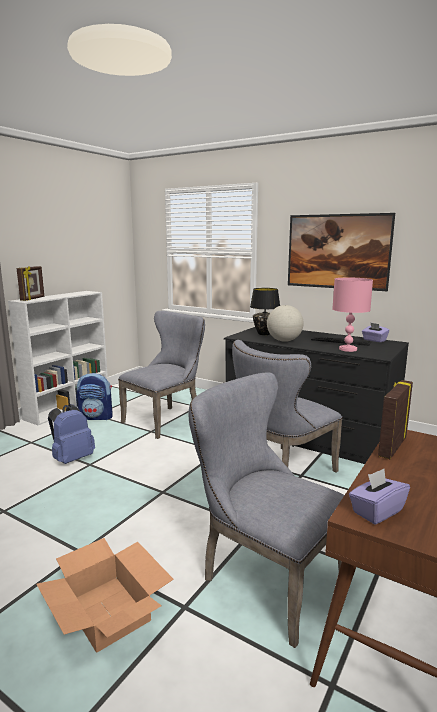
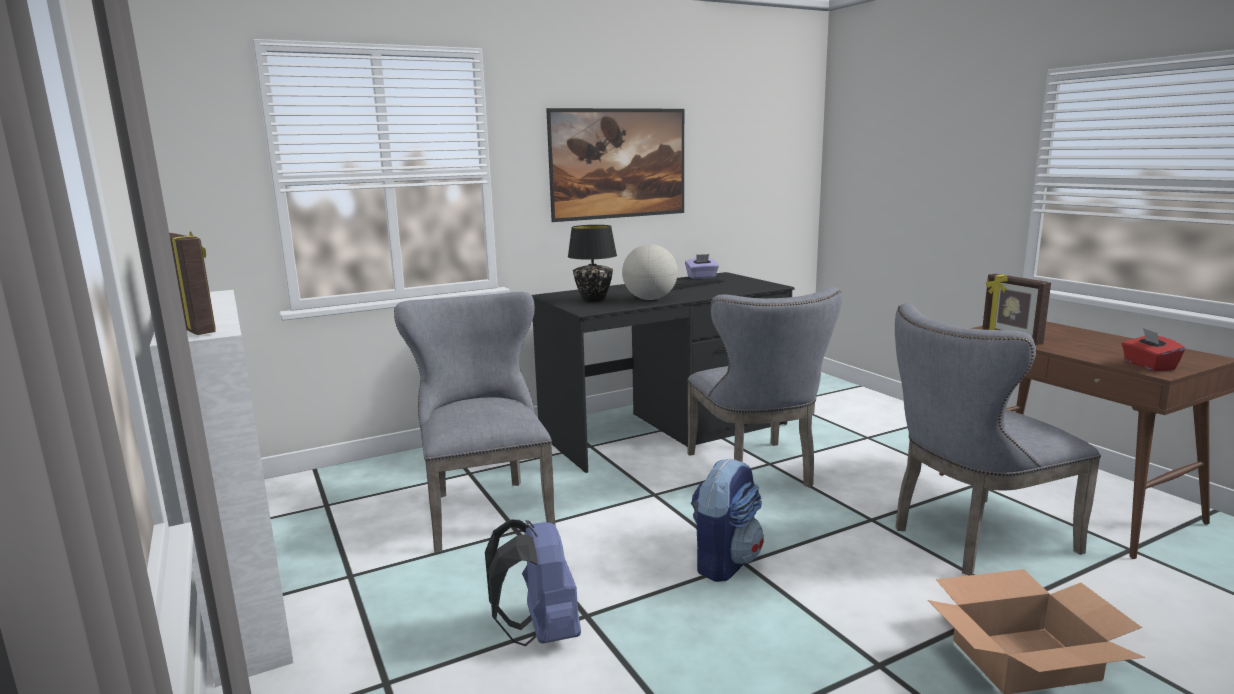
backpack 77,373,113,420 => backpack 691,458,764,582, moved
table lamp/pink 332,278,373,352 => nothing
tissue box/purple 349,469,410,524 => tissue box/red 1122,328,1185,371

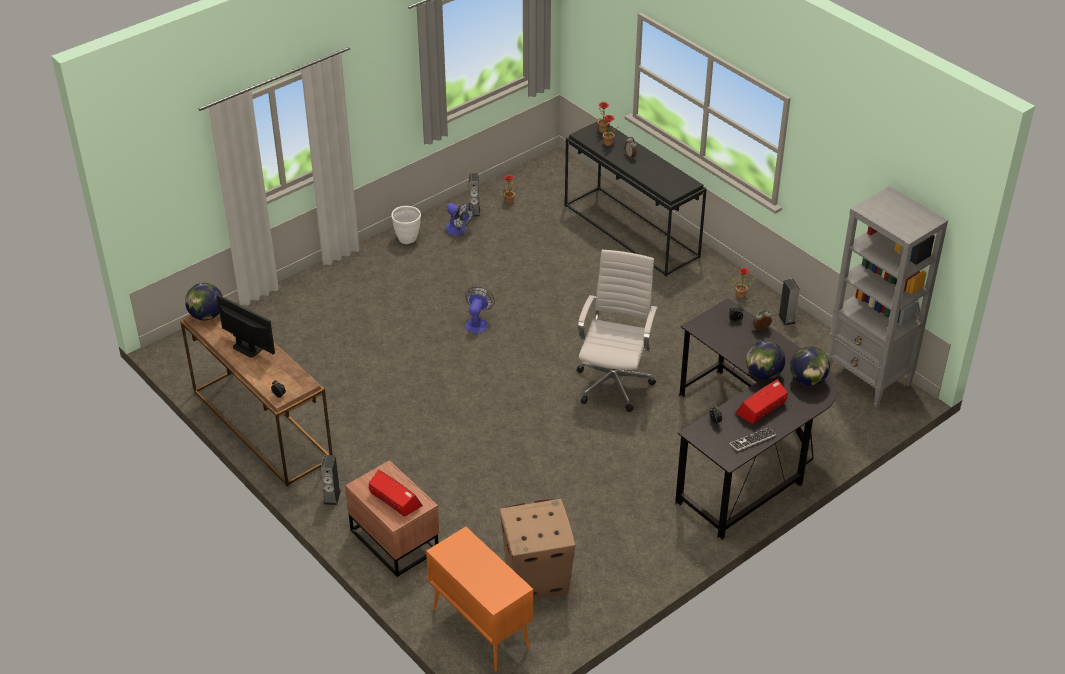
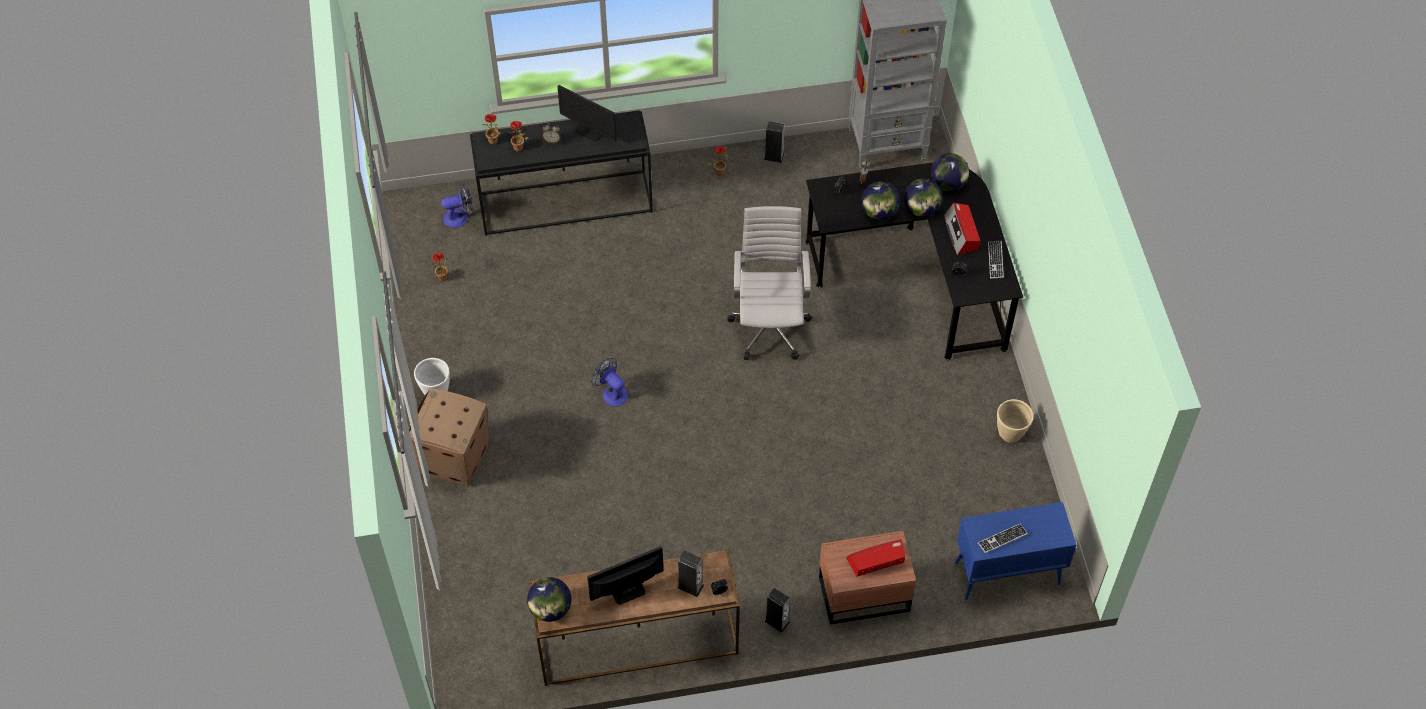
cabinet/orange 426,527,533,672 => cabinet/blue 955,502,1076,600
fan 445,203,474,235 => fan 441,184,473,228, moved
speaker 468,173,480,217 => speaker 677,551,704,597, moved
cardboard box 500,499,575,599 => cardboard box 409,388,488,487, moved
office chair/white 577,250,658,412 => office chair/white 727,206,812,360, 45 degrees clockwise
nothing => monitor 557,85,617,142
nothing => globe 862,181,900,220
nothing => keyboard 978,524,1028,553
nothing => planter/beige 997,399,1034,443

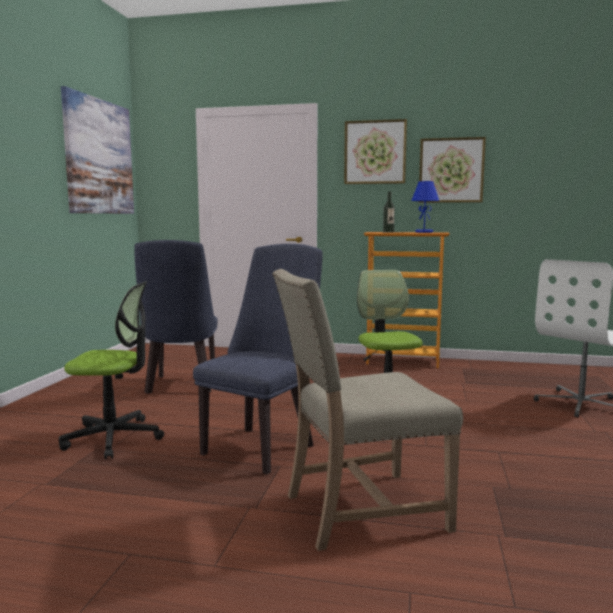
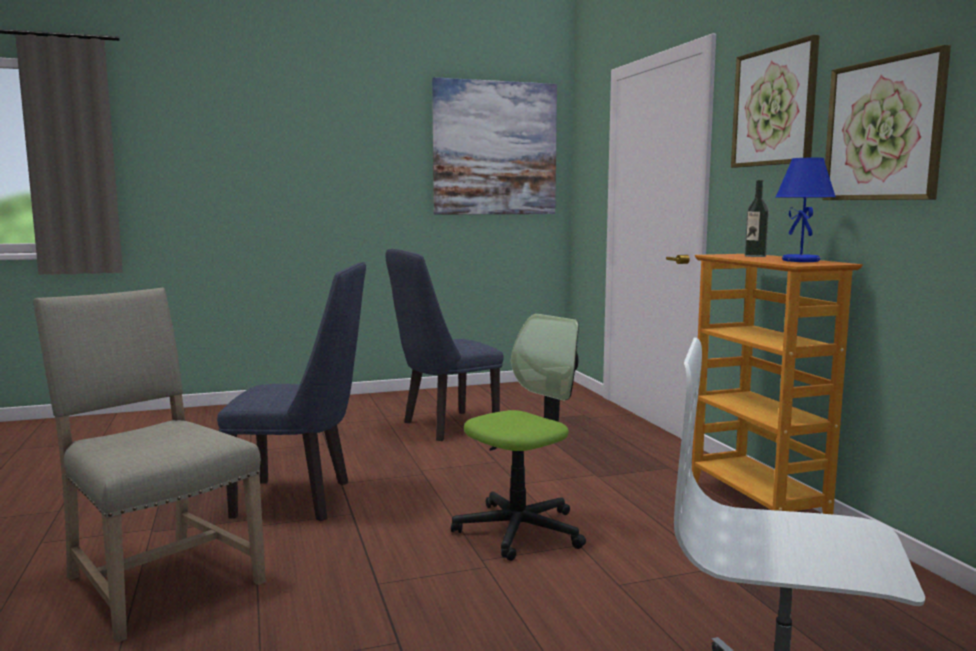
office chair 59,281,164,459 => nothing

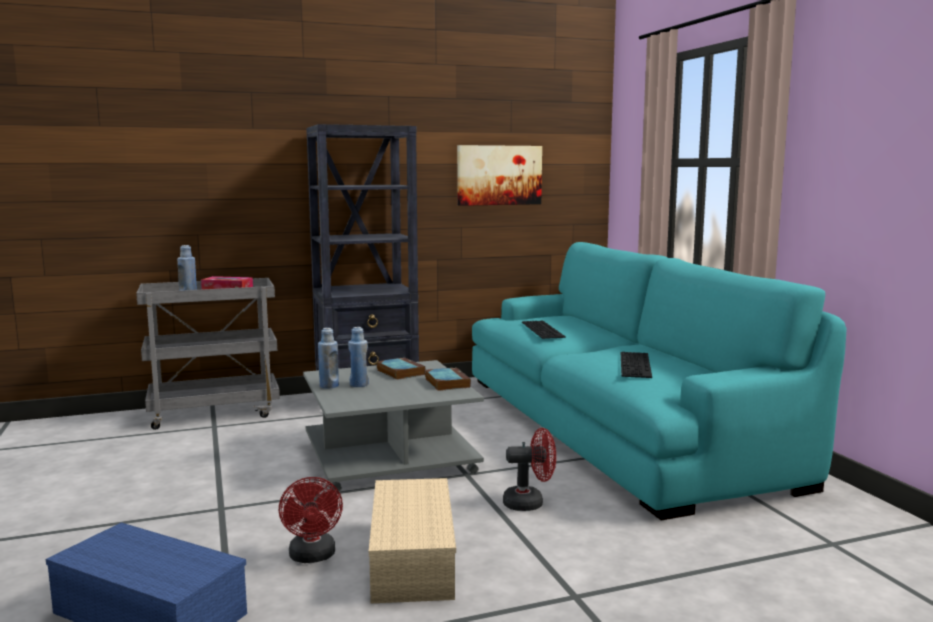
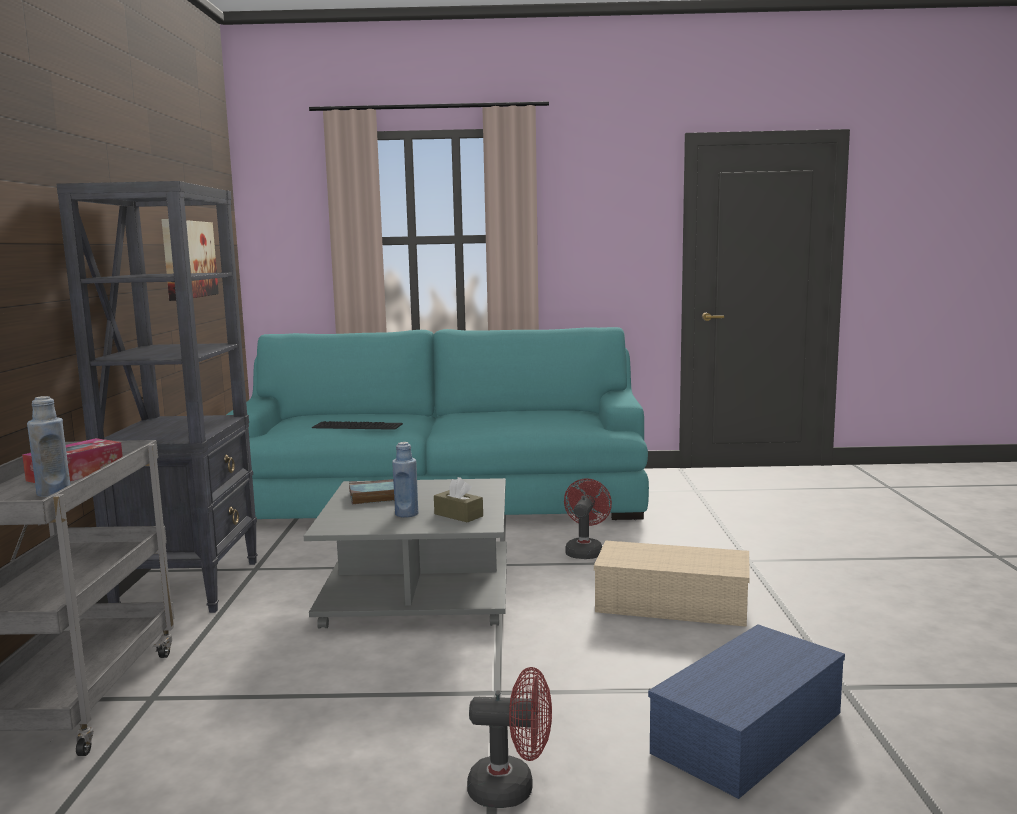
fan/red 279,477,343,563 => fan/red 467,667,552,808, moved
bottle/blue 318,328,339,389 => nothing
book 425,367,471,391 => nothing
keyboard 621,352,652,378 => nothing
nothing => tissue box/brown 434,477,483,522

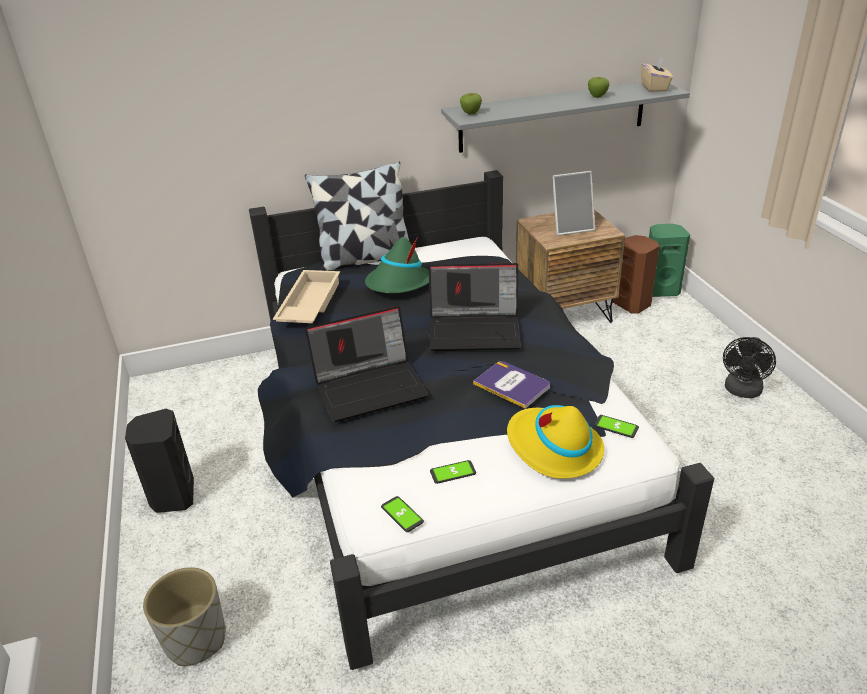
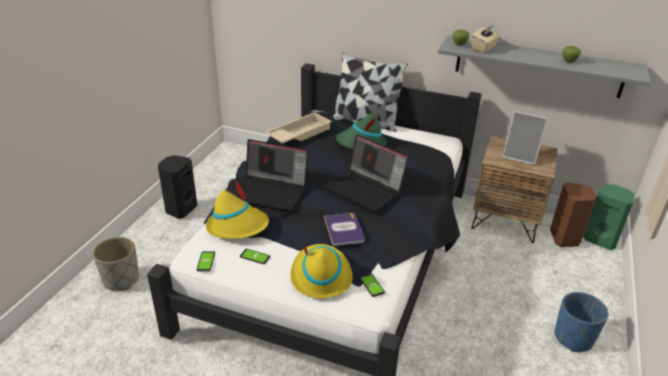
tissue box/beige 641,57,673,92 => tissue box/beige 471,25,500,53, moved
fan/black 723,337,776,398 => planter/blue 554,292,609,352
nothing => hat/yellow 206,179,269,239

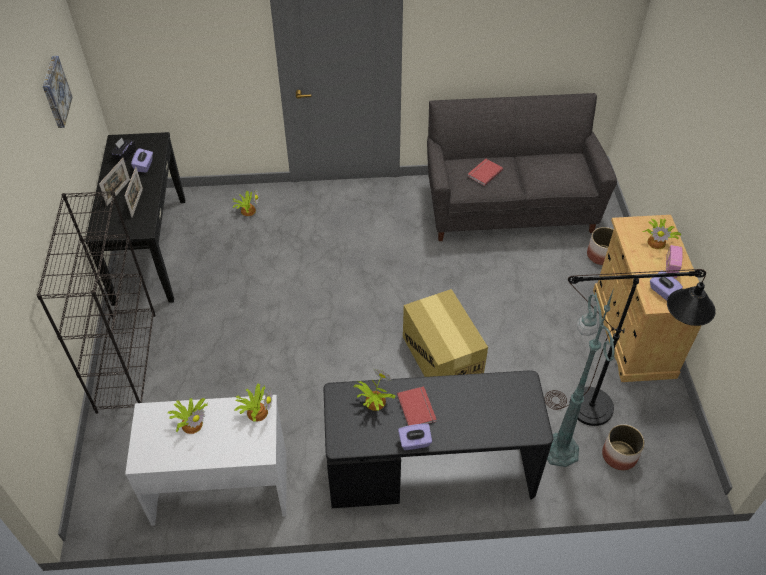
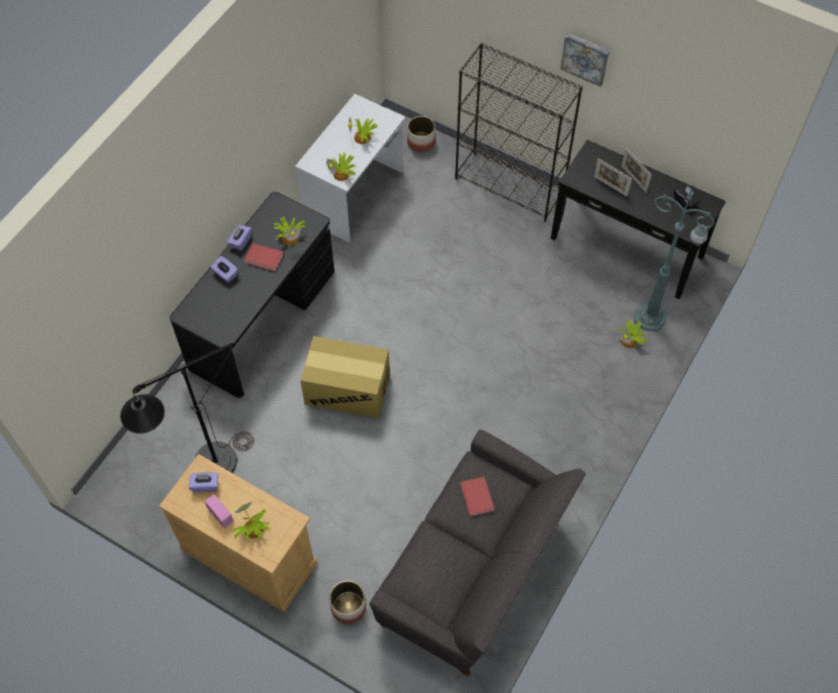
picture 43,56,73,128 => picture 560,33,609,87, moved
tissue box/purple 131,148,153,173 => tissue box/purple 211,256,238,283, moved
floor lamp/green 547,288,615,467 => floor lamp/green 634,183,715,332, moved
planter 602,424,645,470 => planter 407,116,435,153, moved

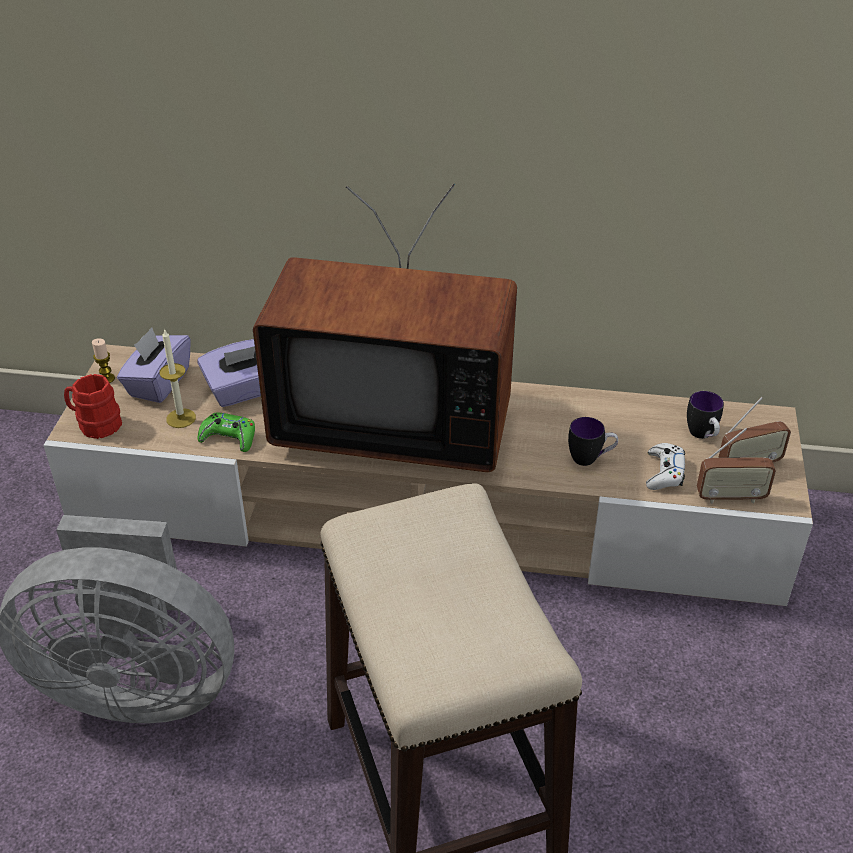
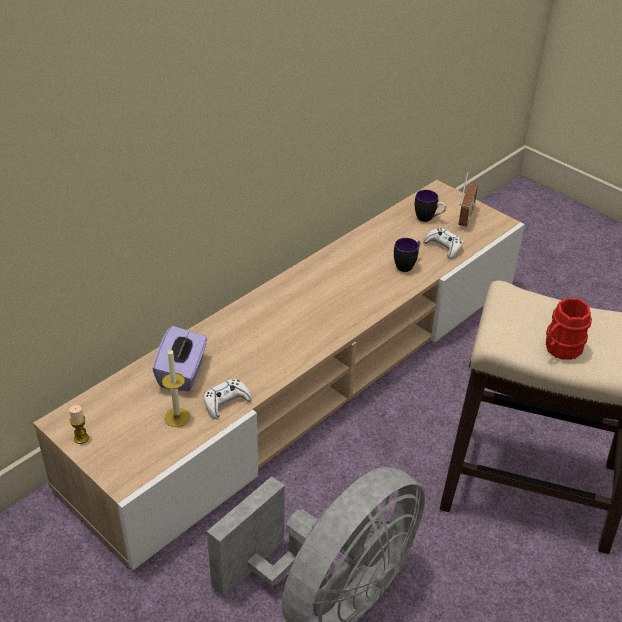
mug/red 64,374,122,439 => mug/red 546,298,592,360, moved
tissue box/purple 117,327,191,403 => nothing
game controller/green 198,412,255,452 => game controller/white 204,379,252,419
television 253,184,517,472 => nothing
radio 697,428,776,504 => nothing

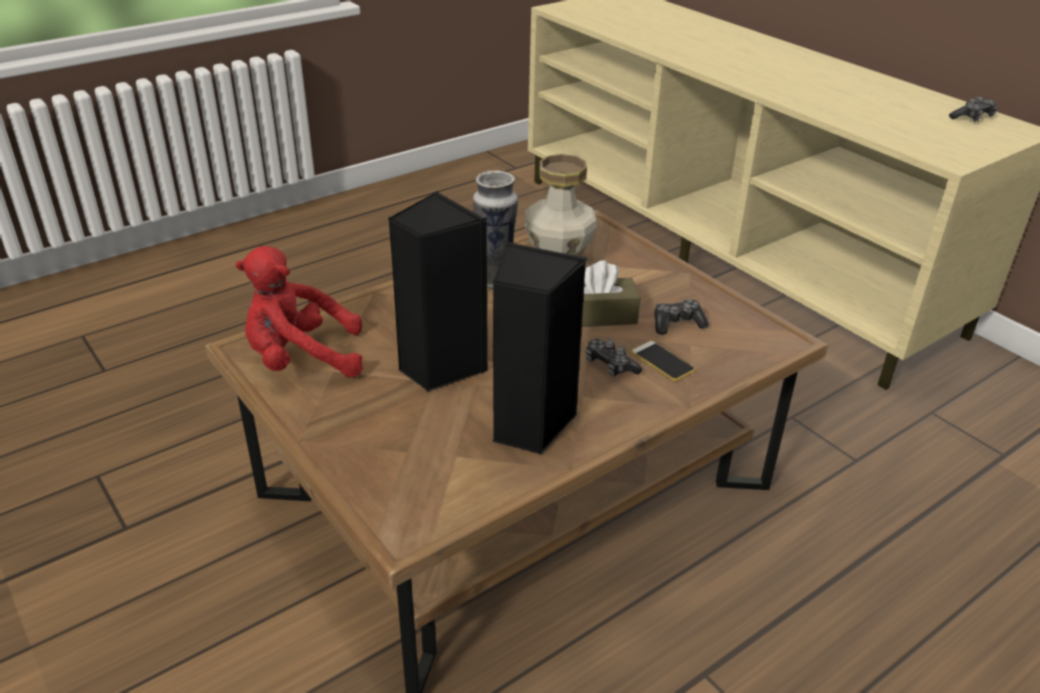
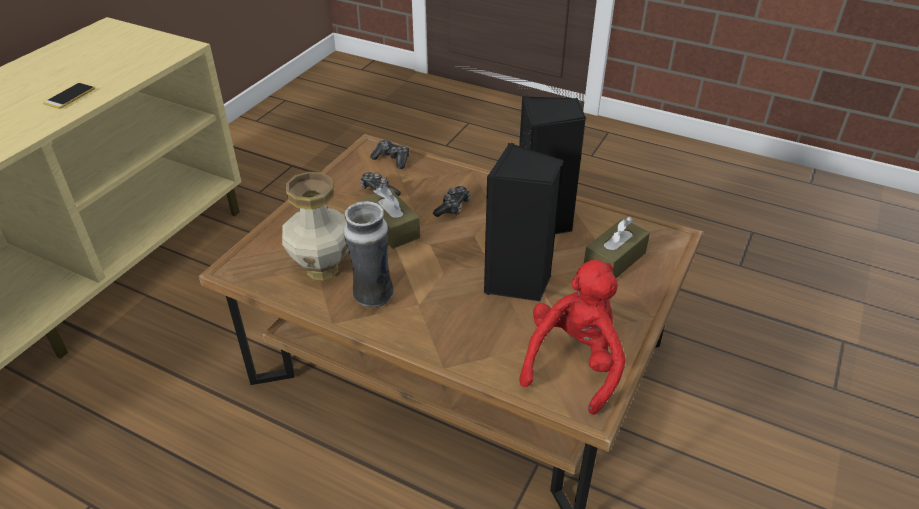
plush toy/red 236,246,363,377 => plush toy/red 519,260,626,415, 120 degrees counterclockwise
phone 631,341,695,381 => phone 44,83,95,109, moved
game controller 949,97,998,122 => game controller 370,140,409,169, moved
nothing => tissue box/brown 584,217,650,278

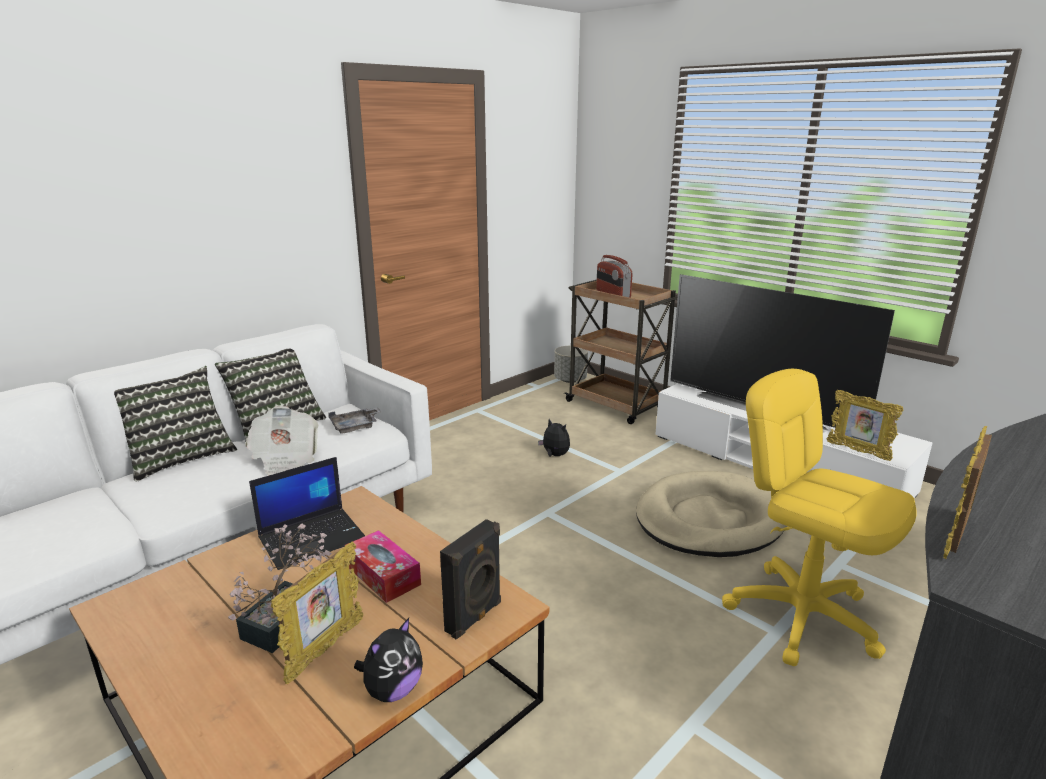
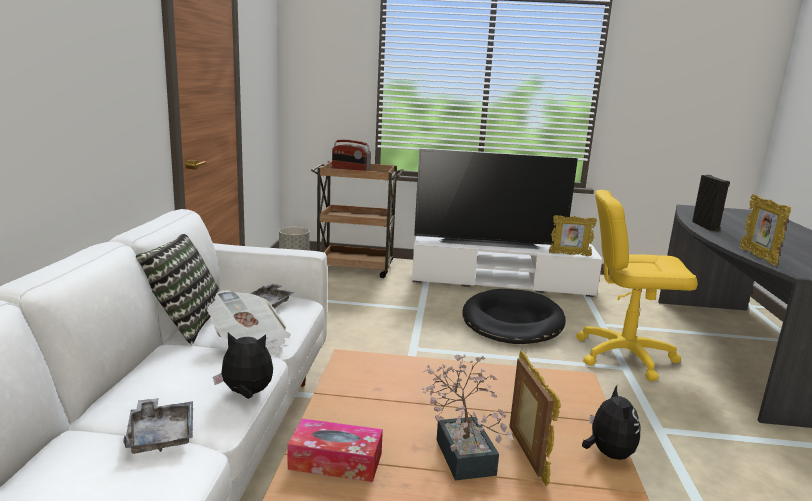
pillow 114,366,237,482 => nothing
laptop 249,457,365,570 => nothing
tissue box 345,530,421,603 => tissue box 287,418,383,482, moved
speaker/black 440,519,501,639 => speaker/black 692,175,730,232, moved
plush toy 538,419,570,457 => plush toy 213,332,273,399, moved
dog bed/beige 636,471,786,557 => dog bed/black 462,289,566,344
nothing => tray/grey 123,398,193,454

